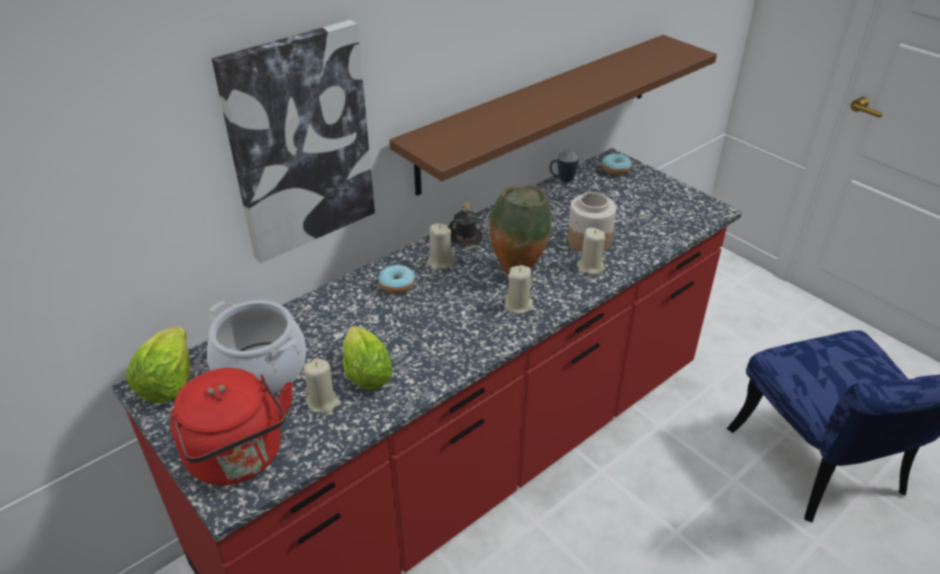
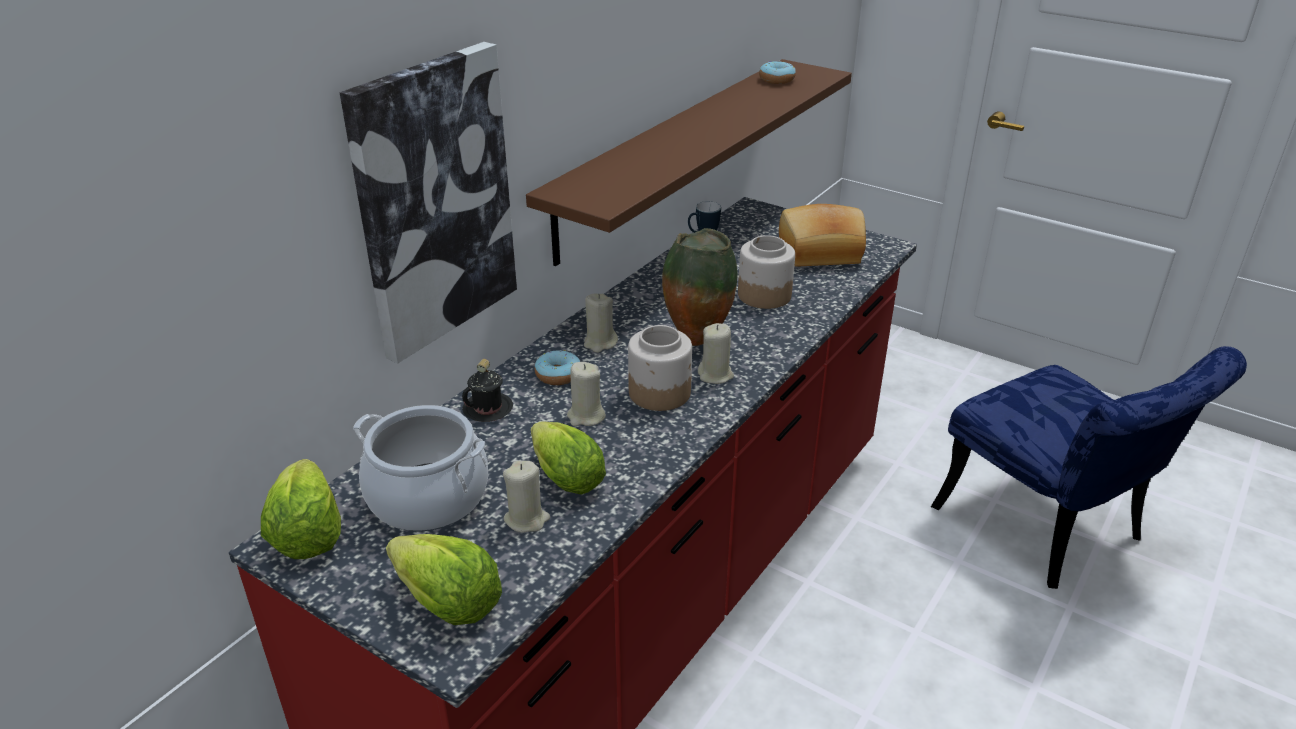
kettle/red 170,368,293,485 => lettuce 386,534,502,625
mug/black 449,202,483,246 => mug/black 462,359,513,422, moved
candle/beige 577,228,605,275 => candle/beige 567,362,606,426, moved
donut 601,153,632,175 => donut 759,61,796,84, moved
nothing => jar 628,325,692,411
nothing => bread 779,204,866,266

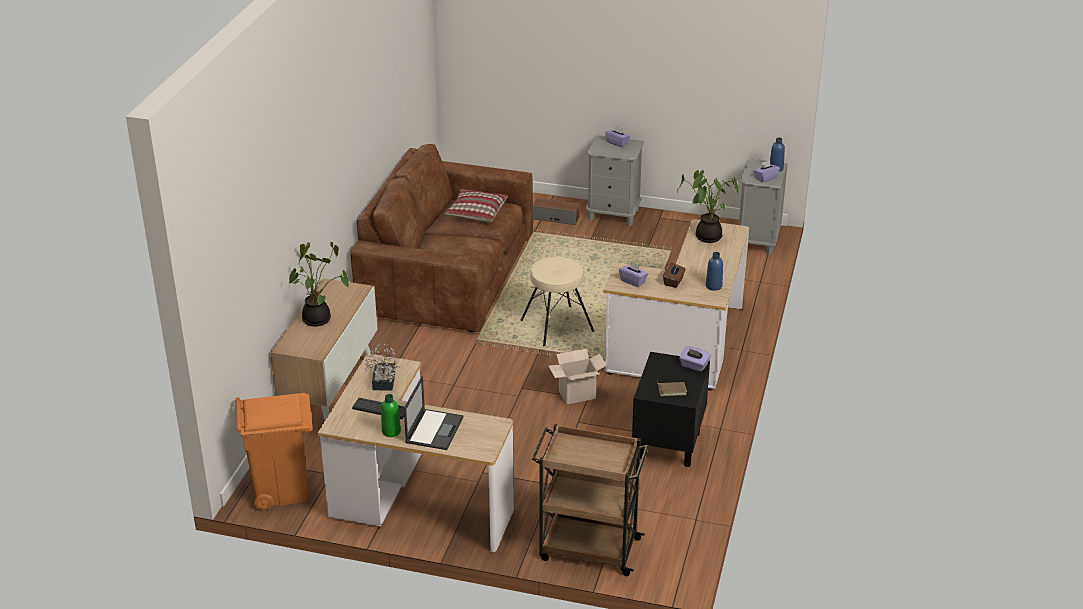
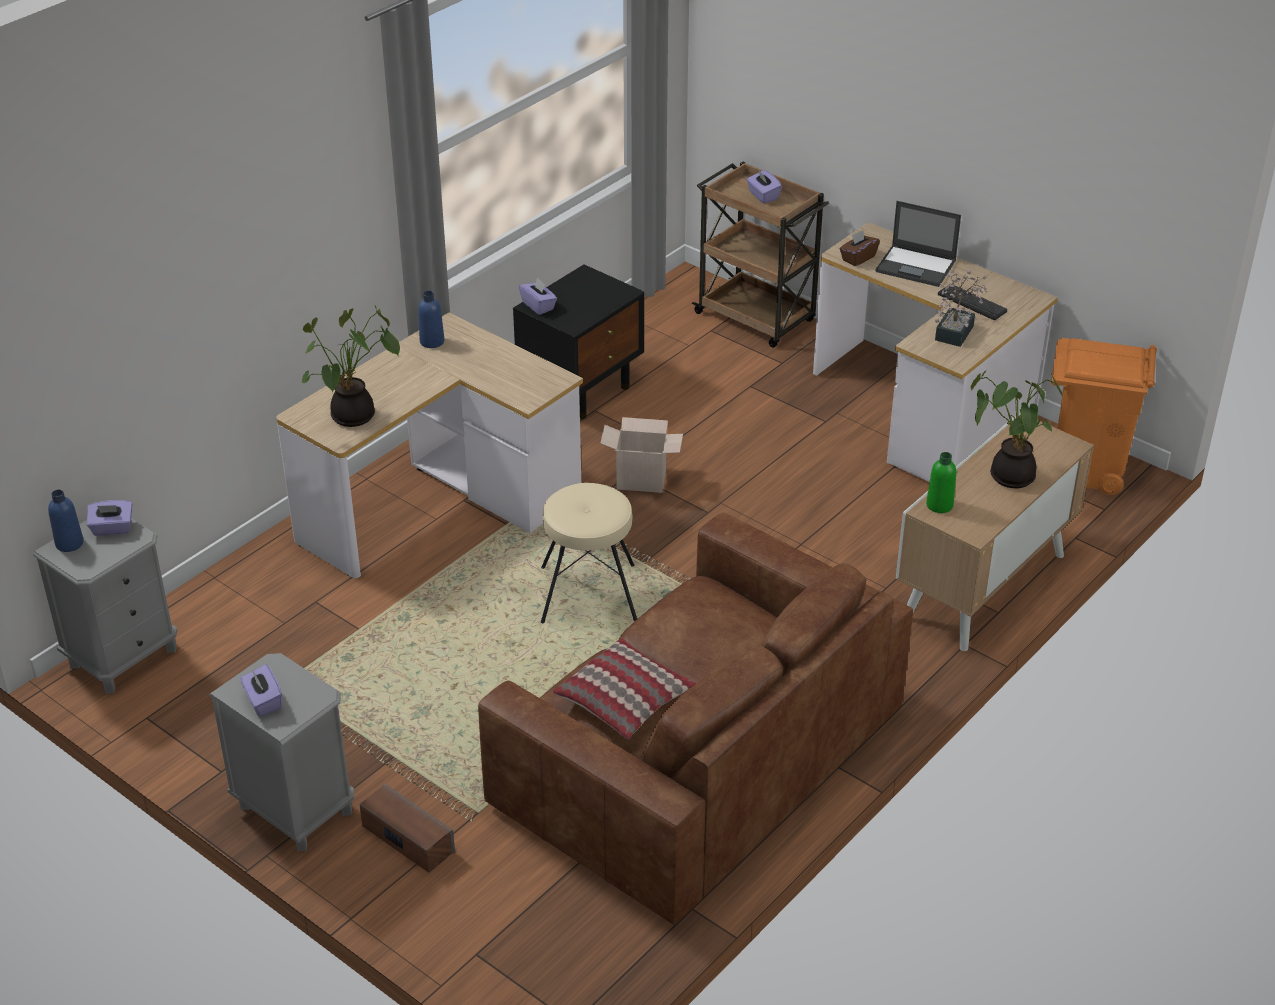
bottle/green 381,394,401,437 => bottle/green 926,452,956,513, moved
laptop 404,376,464,450 => laptop 875,201,961,287, 105 degrees counterclockwise
tissue box/purple 619,261,648,287 => tissue box/purple 747,170,782,203, moved
book/brown 657,381,687,396 => nothing
tissue box/brown 663,262,686,288 => tissue box/brown 840,230,880,266, moved

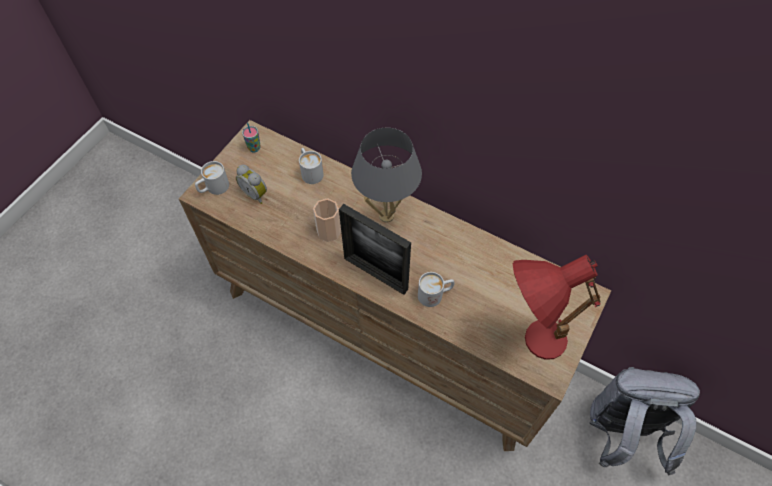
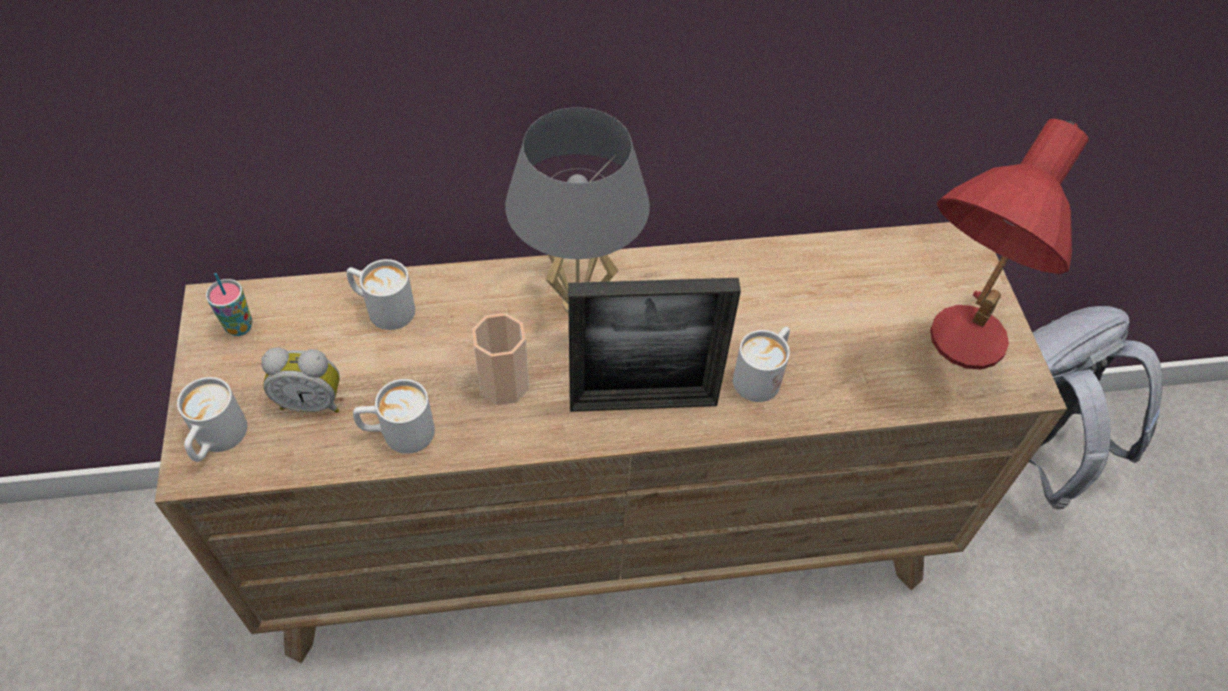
nothing => mug/white 353,379,435,454

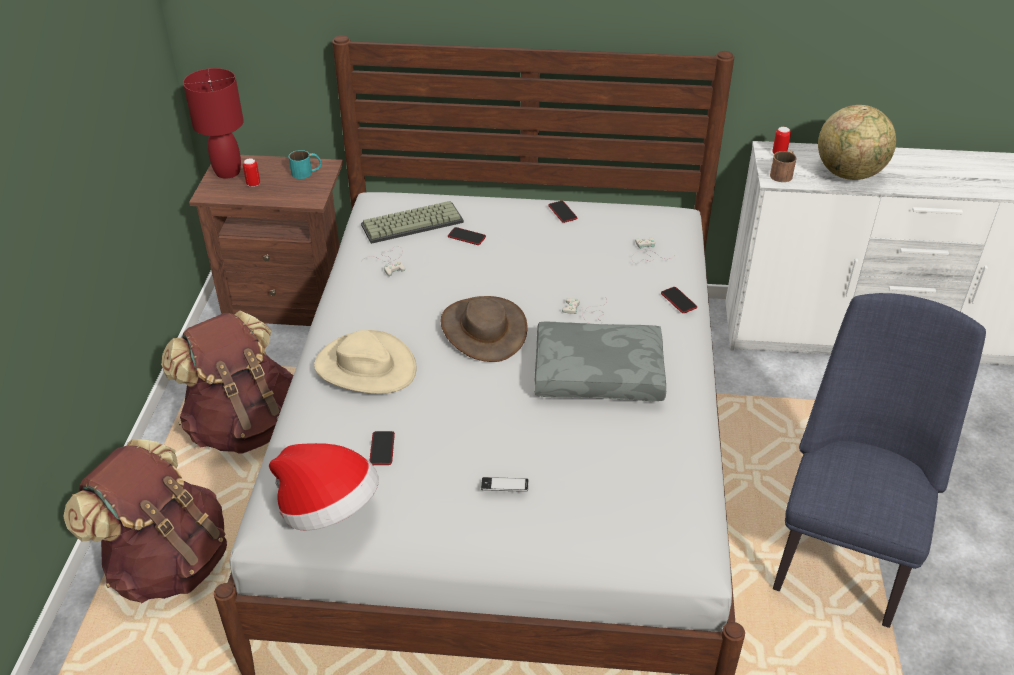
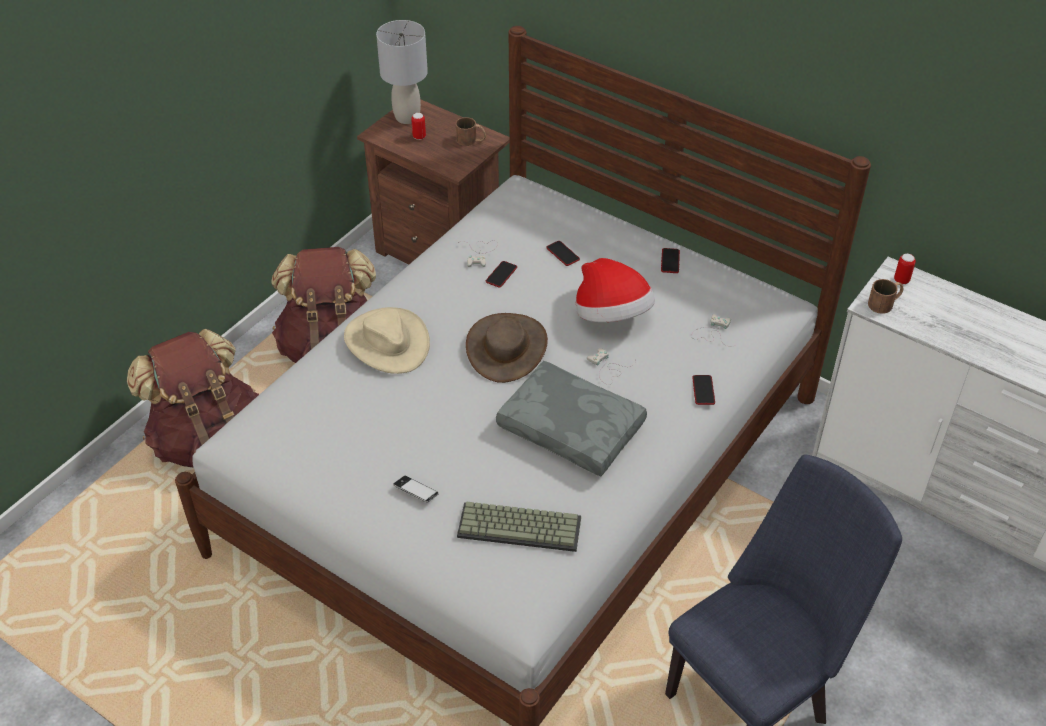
table lamp/red 183,68,244,179 => table lamp/grey 376,20,428,124
hat 269,443,379,531 => hat 576,258,655,322, moved
mug/turquoise 288,150,322,179 => mug/brown 456,117,486,146
keyboard 361,201,464,244 => keyboard 457,501,581,552, moved
phone 370,431,395,465 => phone 486,261,517,288, moved
globe 818,105,896,180 => nothing

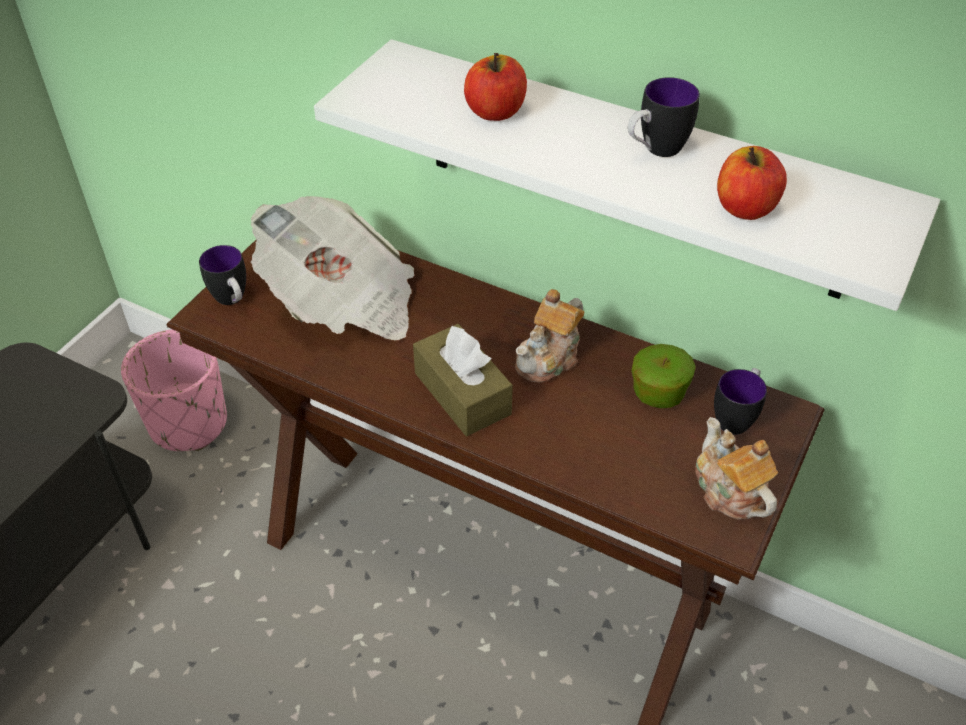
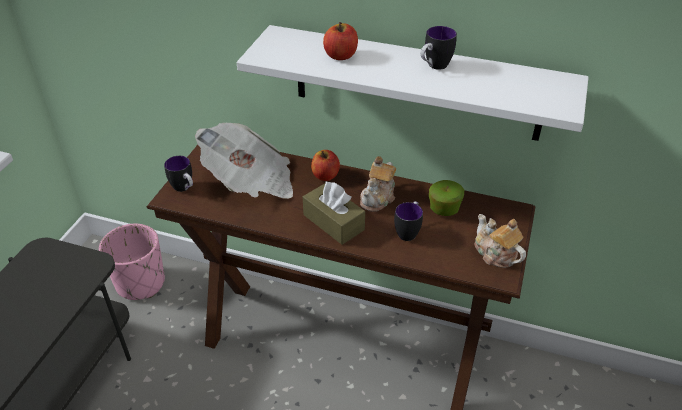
mug 714,368,767,435 => mug 394,201,423,241, moved
apple 717,146,787,220 => apple 311,150,340,181, moved

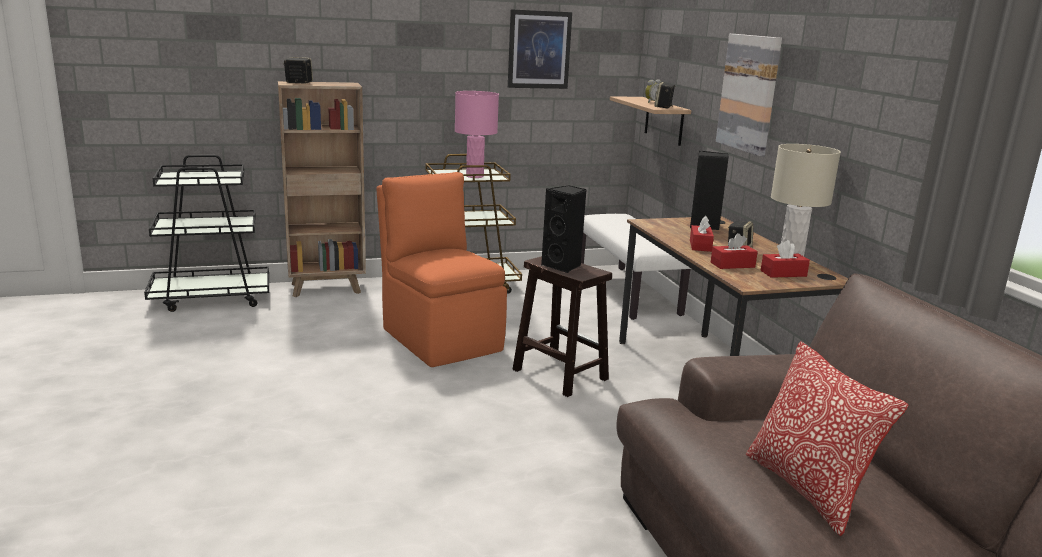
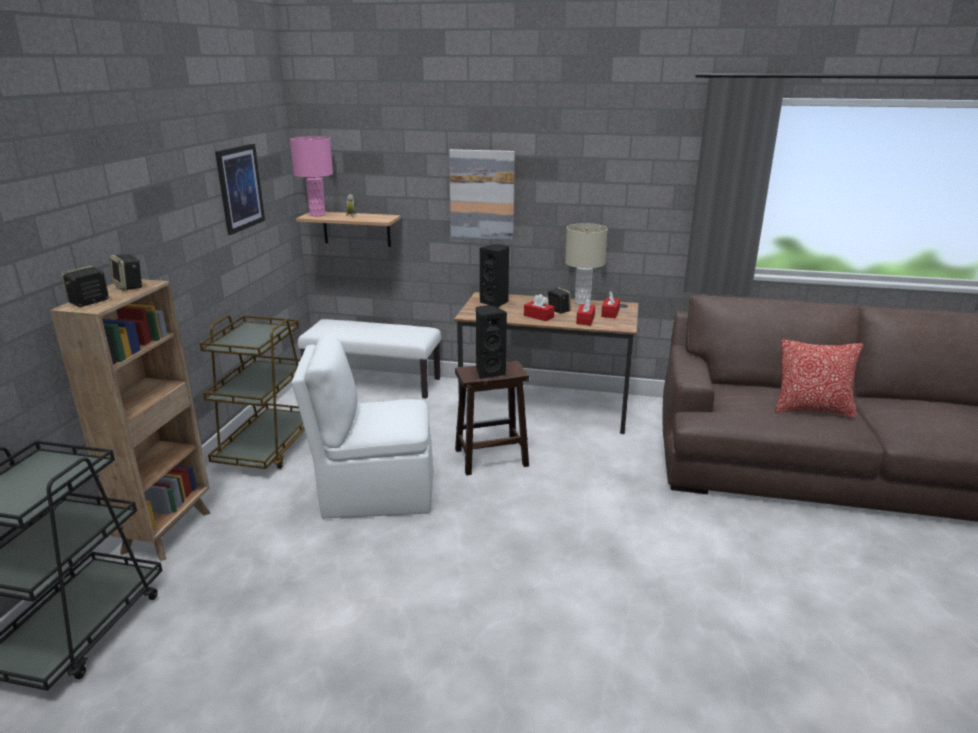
chair/orange 377,172,507,367 => chair/white 291,334,433,518
table lamp/pink 455,91,499,178 => table lamp/pink 290,136,333,217, moved
speaker 654,82,675,108 => speaker 110,254,143,291, moved

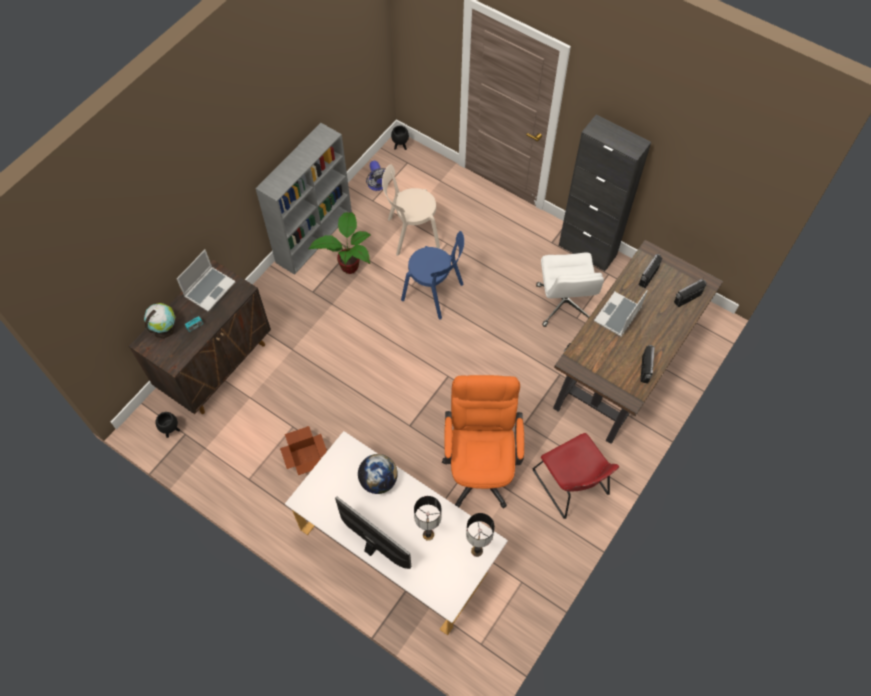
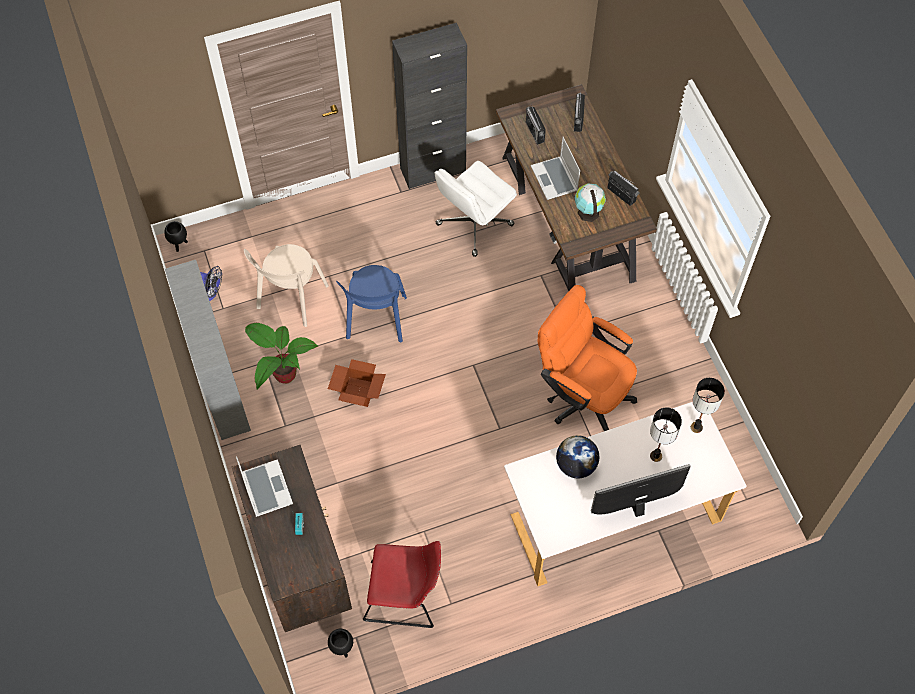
globe 144,303,176,339 => globe 574,183,606,222, moved
cardboard box 280,426,327,475 => cardboard box 328,359,386,407, moved
chair/blue 401,231,464,320 => chair/blue 336,265,407,342, 120 degrees clockwise
chair/red 532,433,619,519 => chair/red 363,541,441,628, moved
office chair/white 536,252,604,327 => office chair/white 435,161,517,257, 105 degrees clockwise

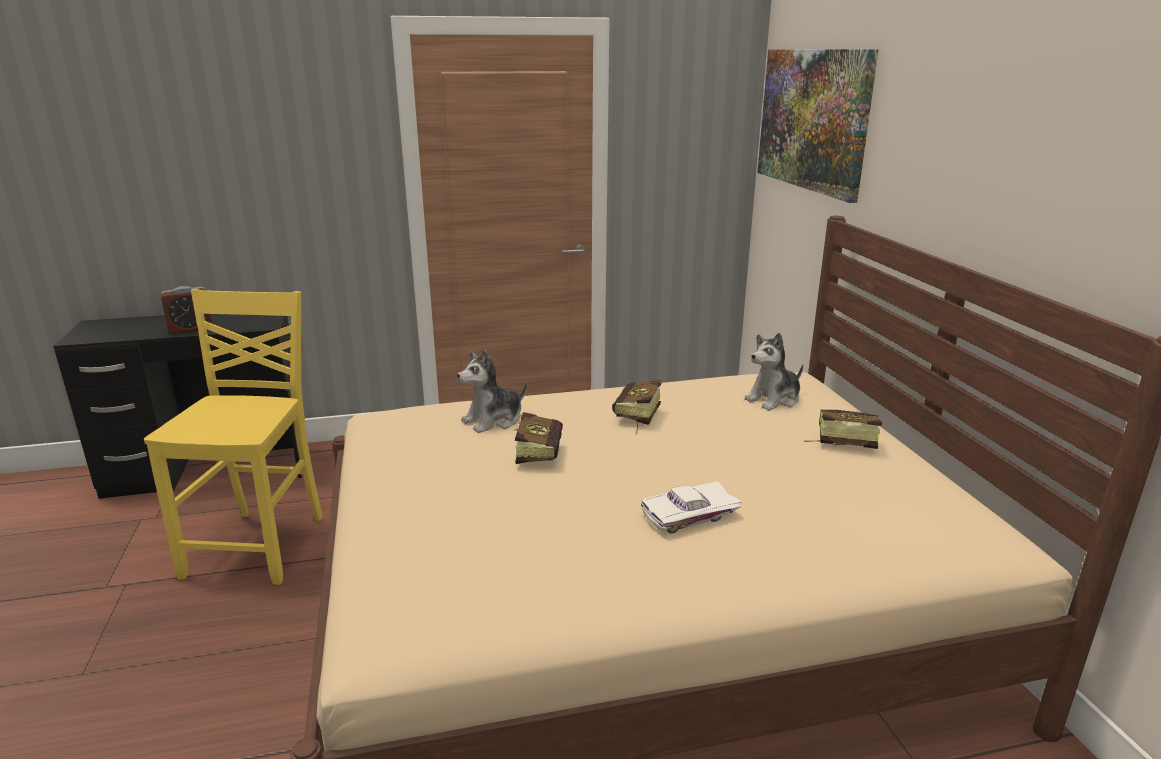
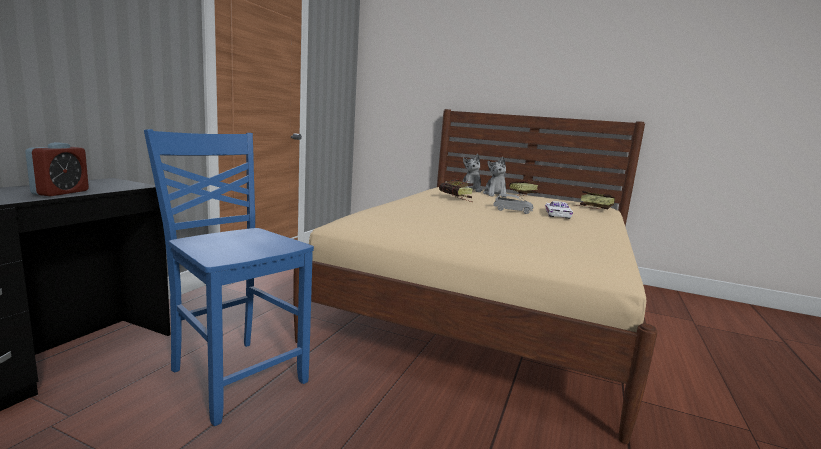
chair/yellow 144,289,323,585 => chair/blue 144,129,314,426
plush toy 457,350,527,433 => plush toy 483,157,507,197, moved
book 514,412,563,464 => book 574,190,615,209, moved
picture 757,49,879,203 => nothing
nothing => toy car/grey 493,194,534,214

